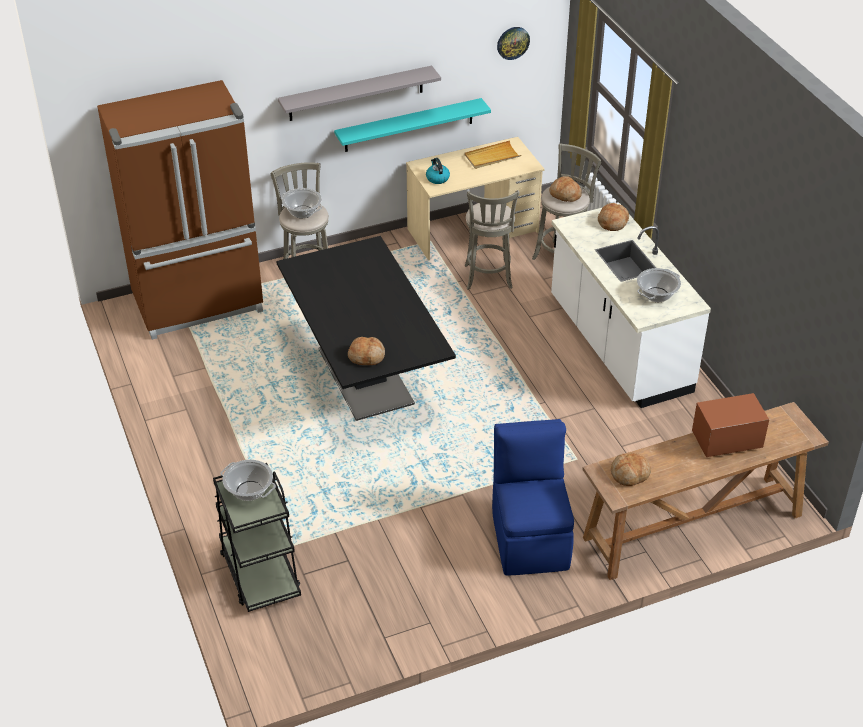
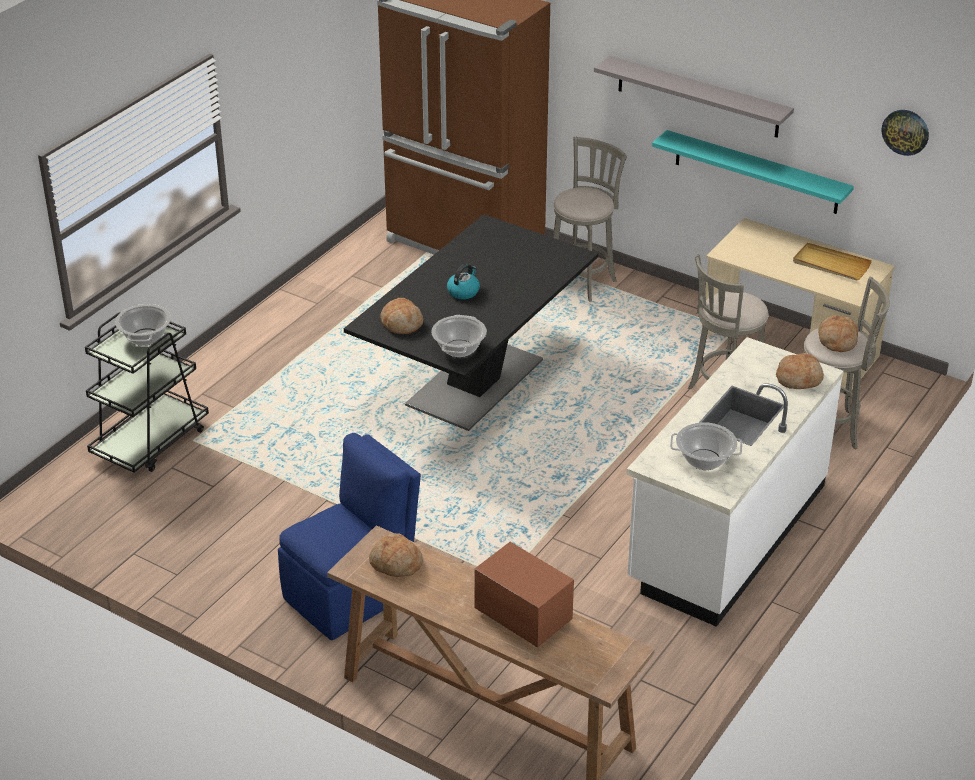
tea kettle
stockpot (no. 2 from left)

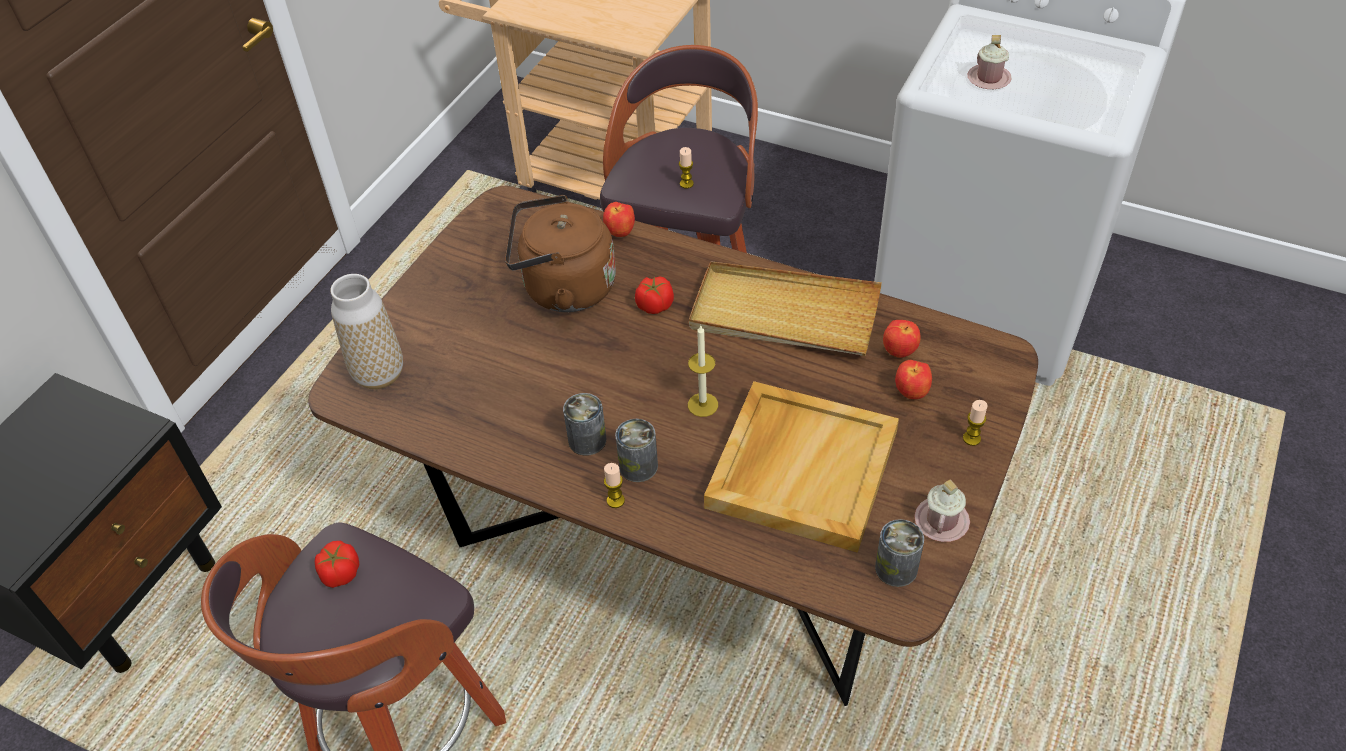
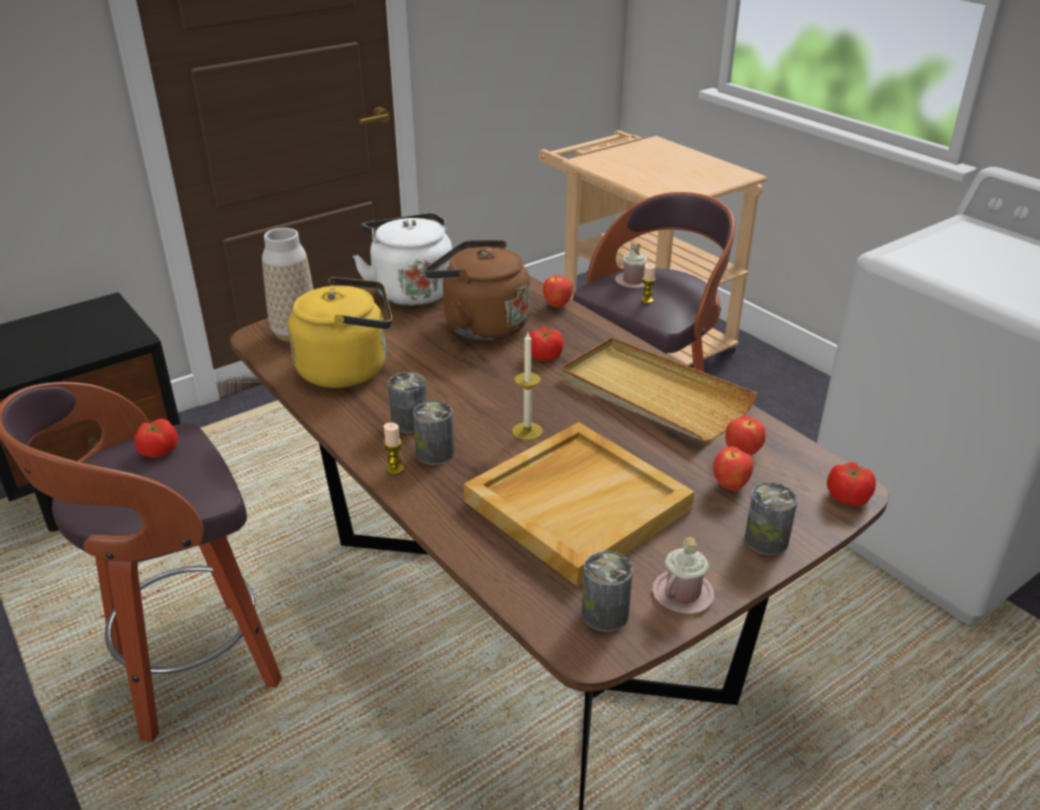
tea mug (pink) (no. 1 from left)
metal can (no. 4 from left)
tea kettle (whitish)
tea kettle (yellowish)
fresh tomato (no. 3 from left)

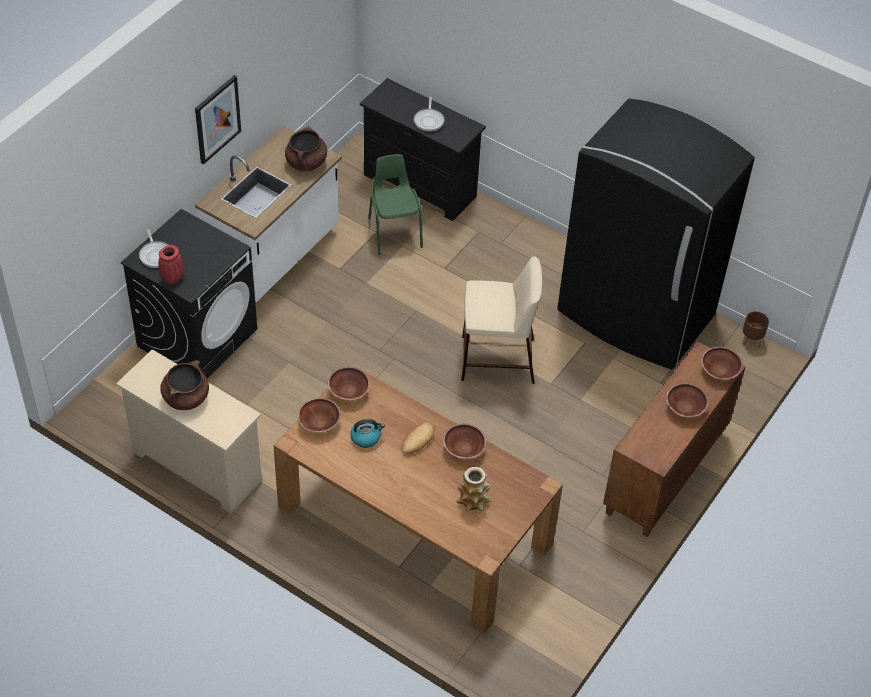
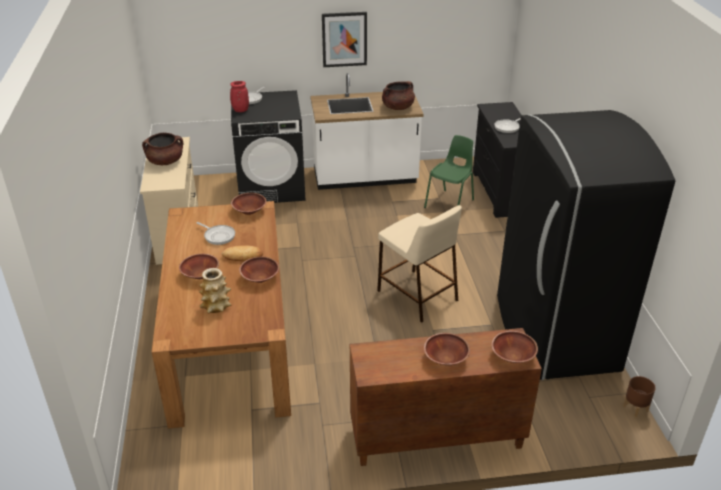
bowl (brownish) (no. 1 from left)
skillet (no. 1 from left)

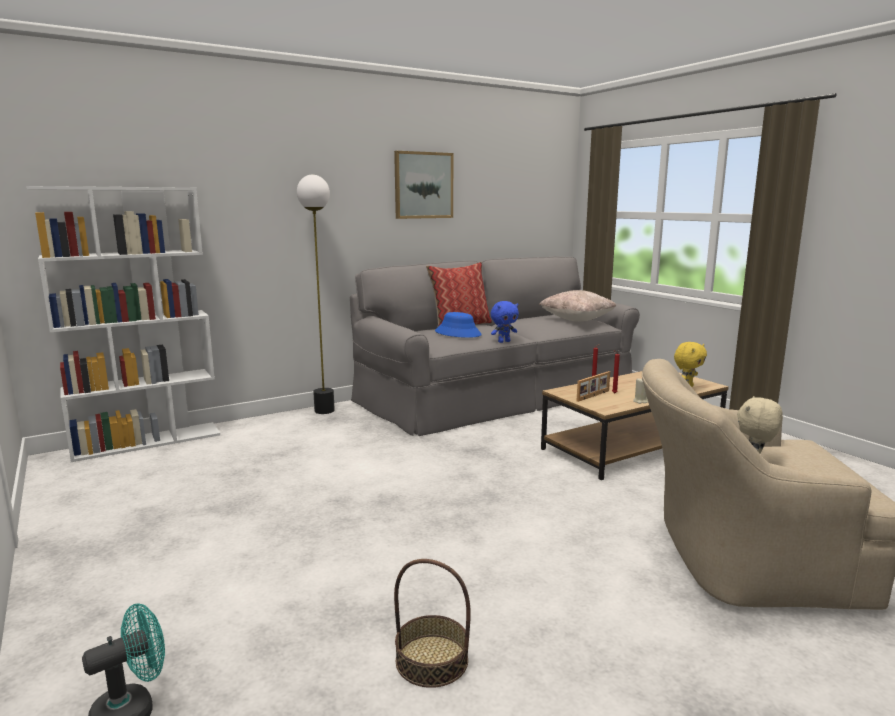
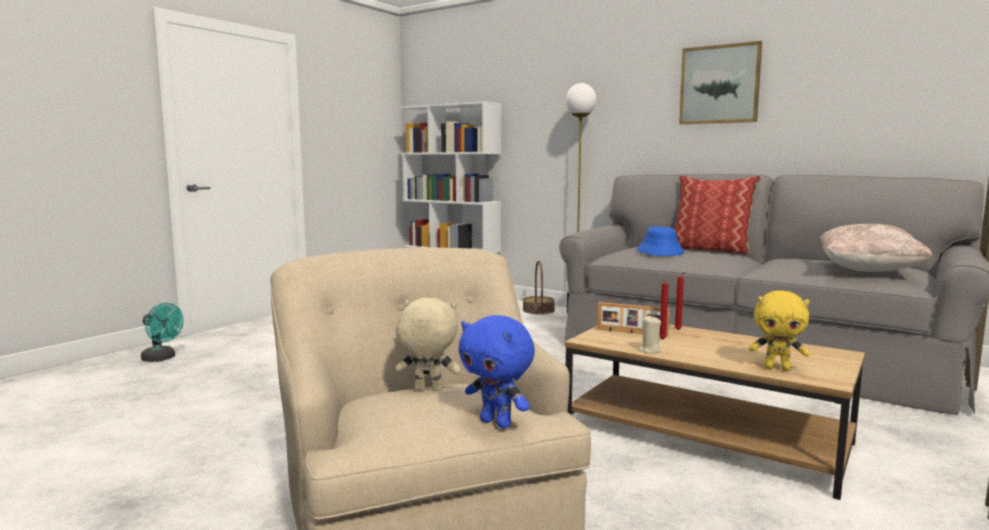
soft toy (blue)
basket

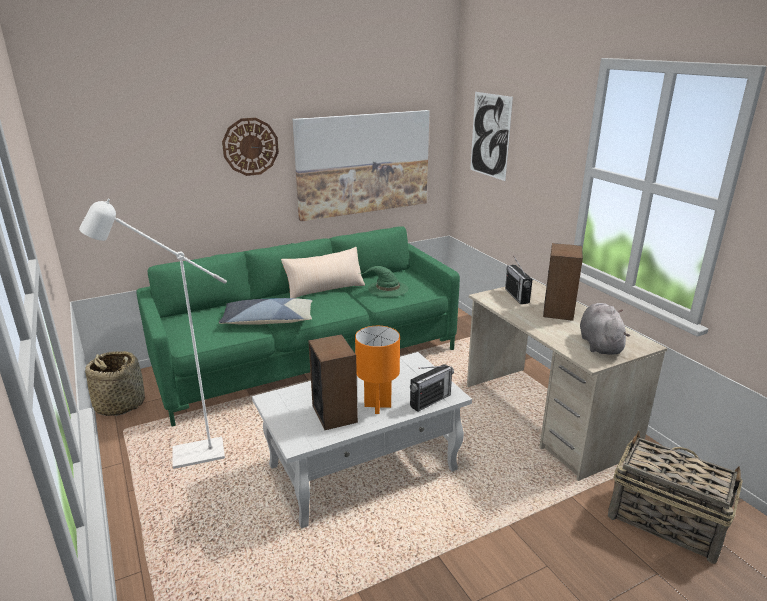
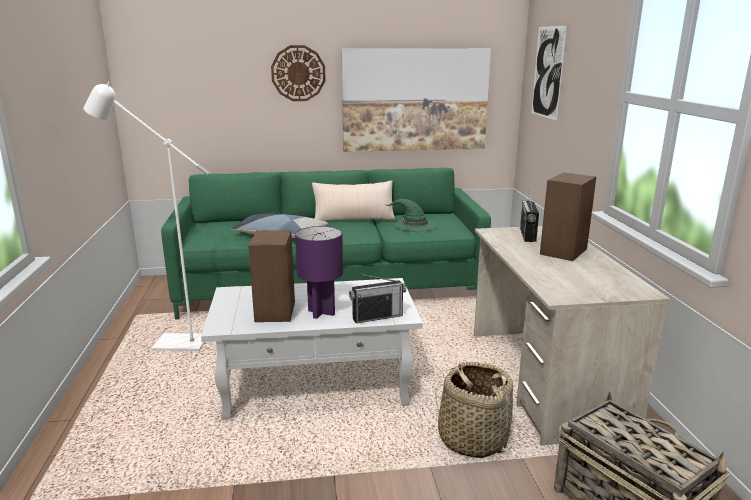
soft toy (grey)
tabletop lamp (purplish)
basket (no. 1 from left)

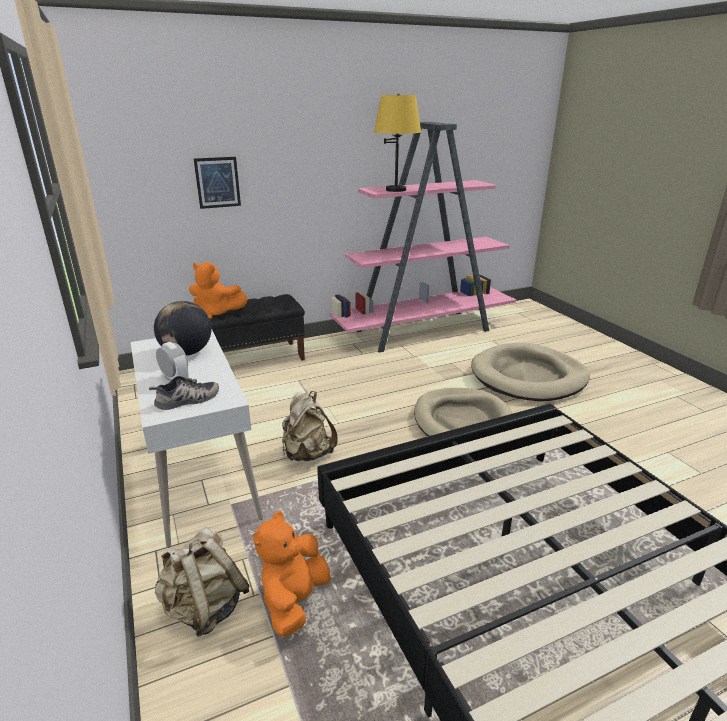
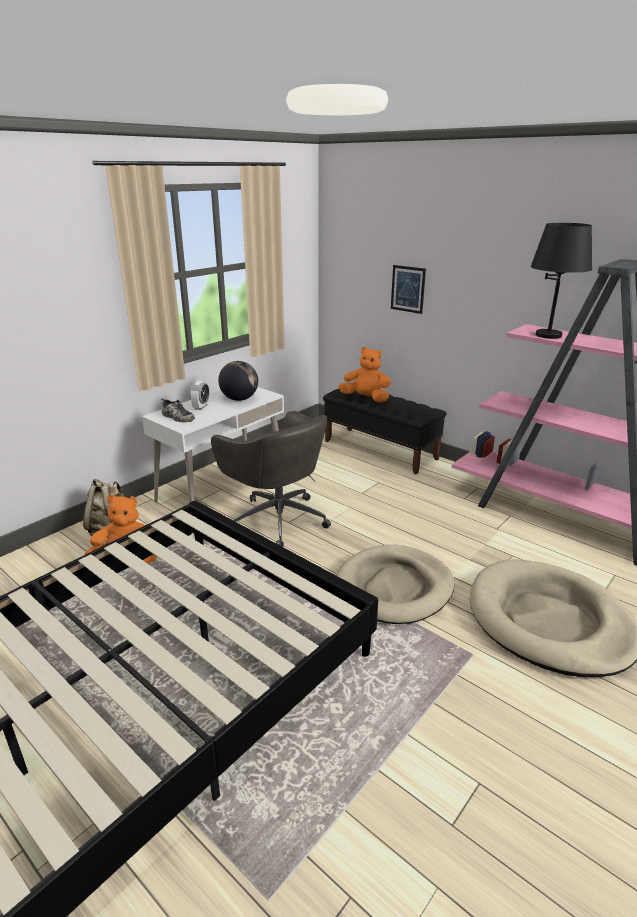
tabletop lamp (blackish)
soft toy (orangey) (no. 2 from left)
computer chair (grey)

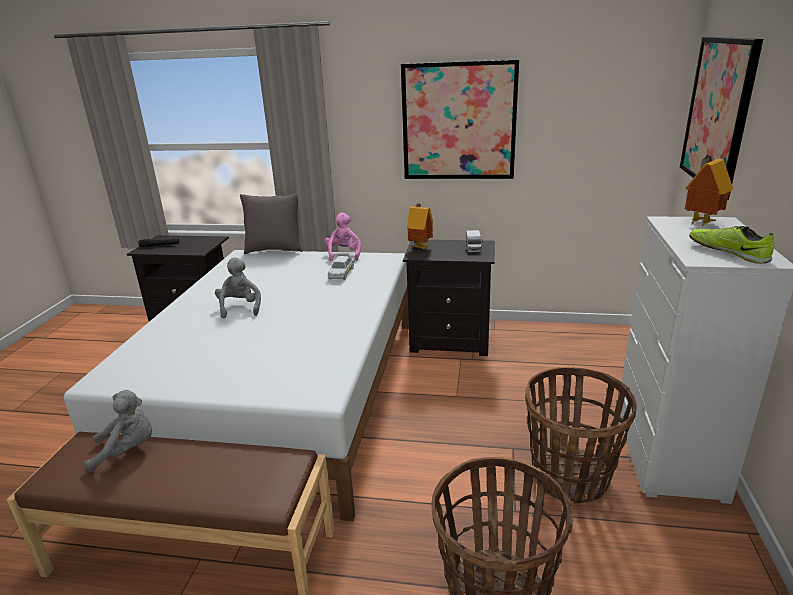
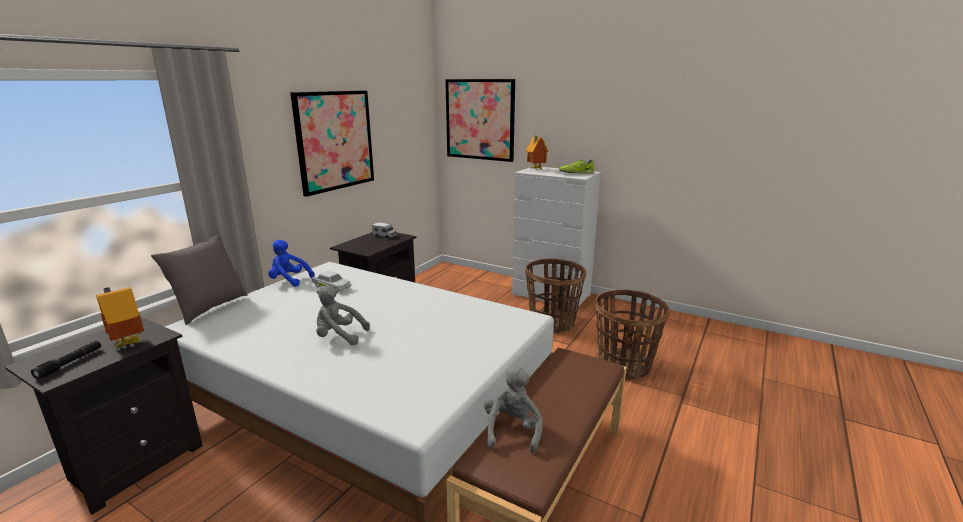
toy house (no. 1 from left)
soft toy (blue)

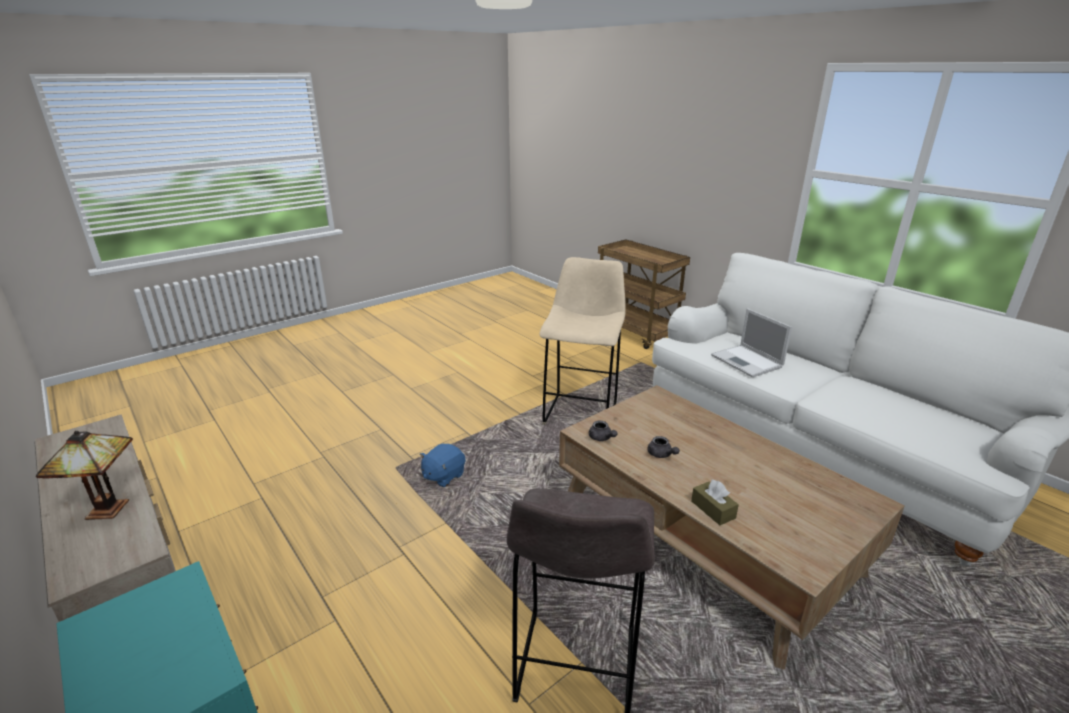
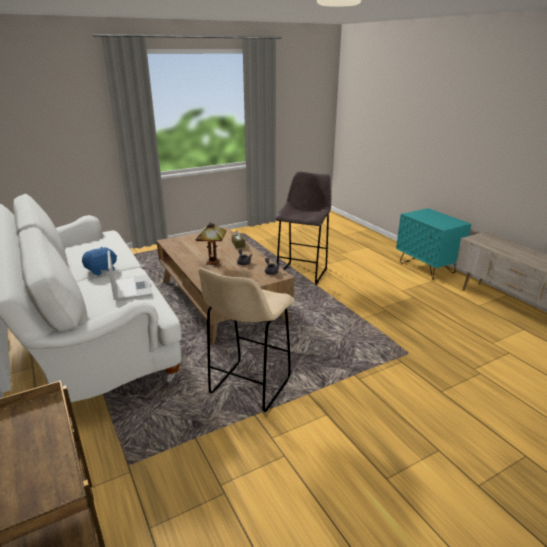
tabletop lamp
soft toy (blue)

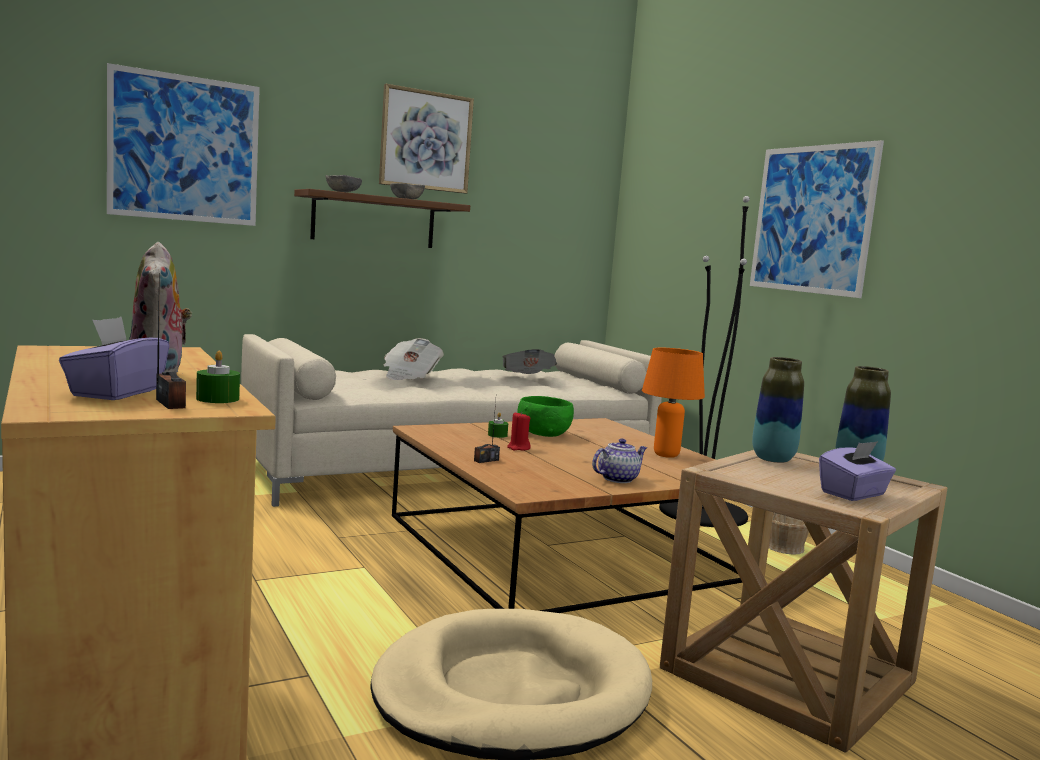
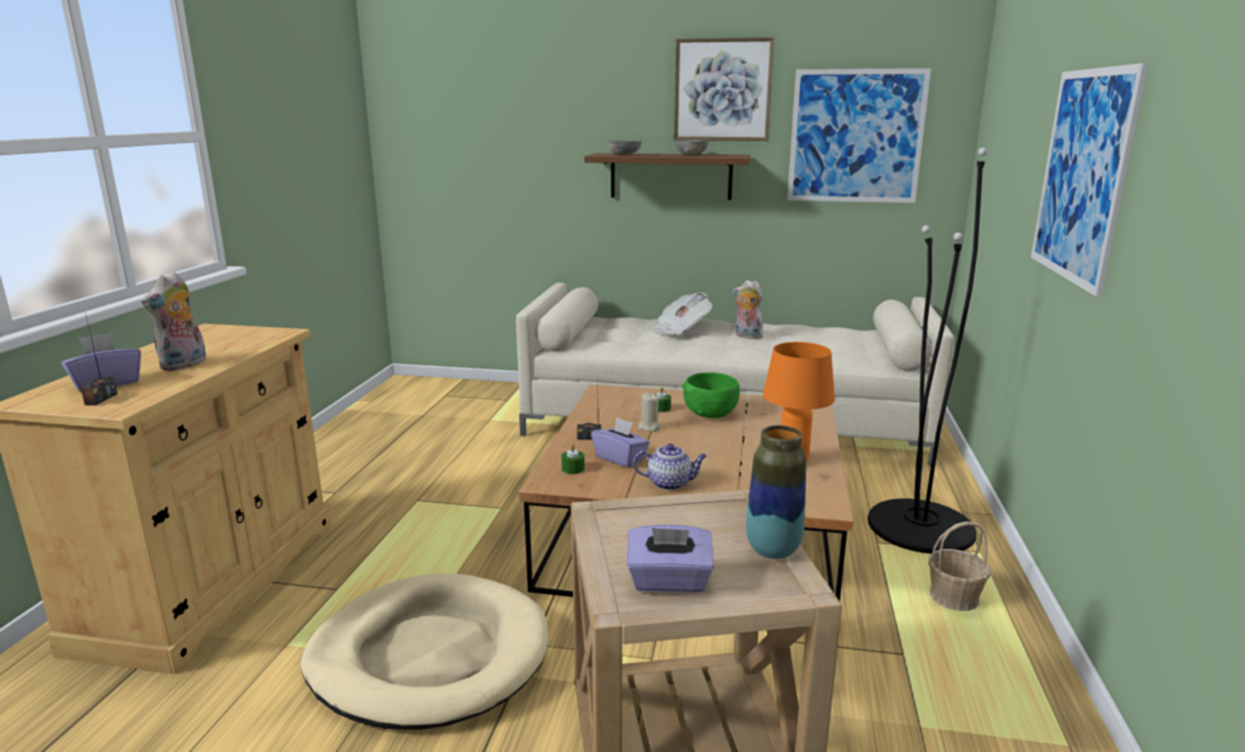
wall picture (no. 2 from left)
printed paper (no. 2 from left in the first image)
candle (green) (no. 1 from left)
decorative vase (no. 1 from left in the first image)
candle (sand-coloured)
soft toy (no. 2 from left)
tissue holder (purplish) (no. 2 from left)

